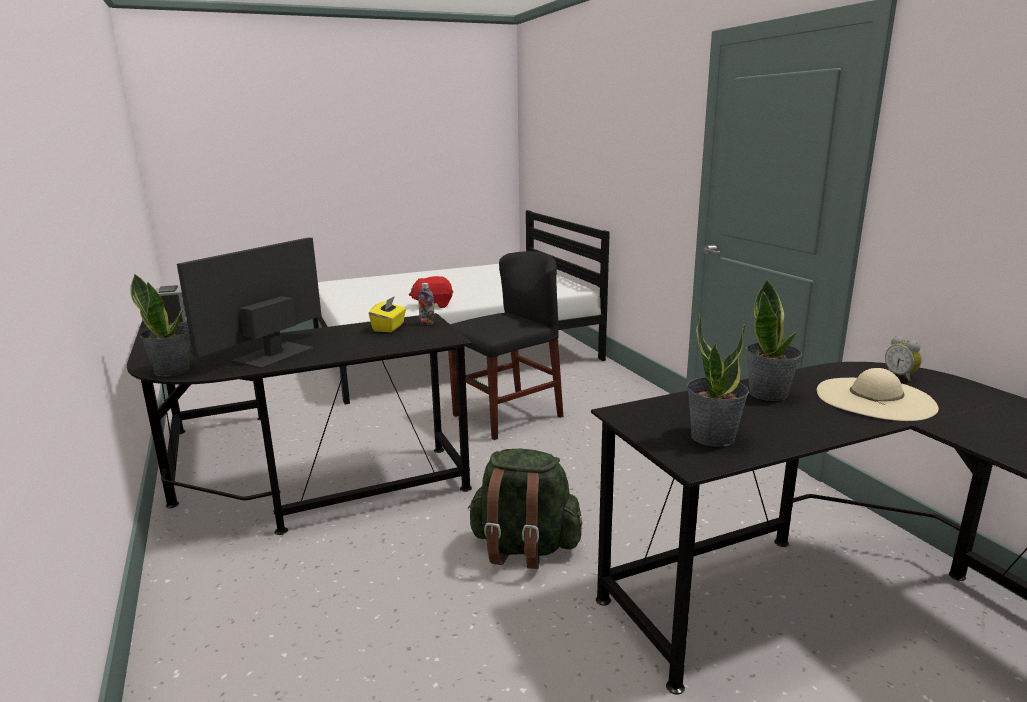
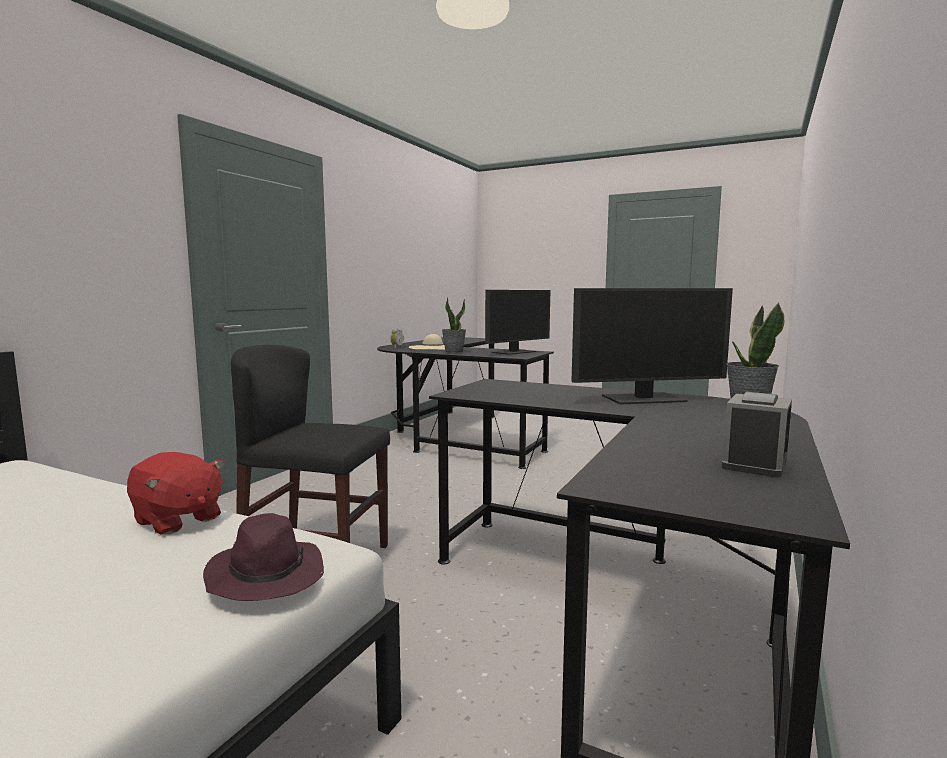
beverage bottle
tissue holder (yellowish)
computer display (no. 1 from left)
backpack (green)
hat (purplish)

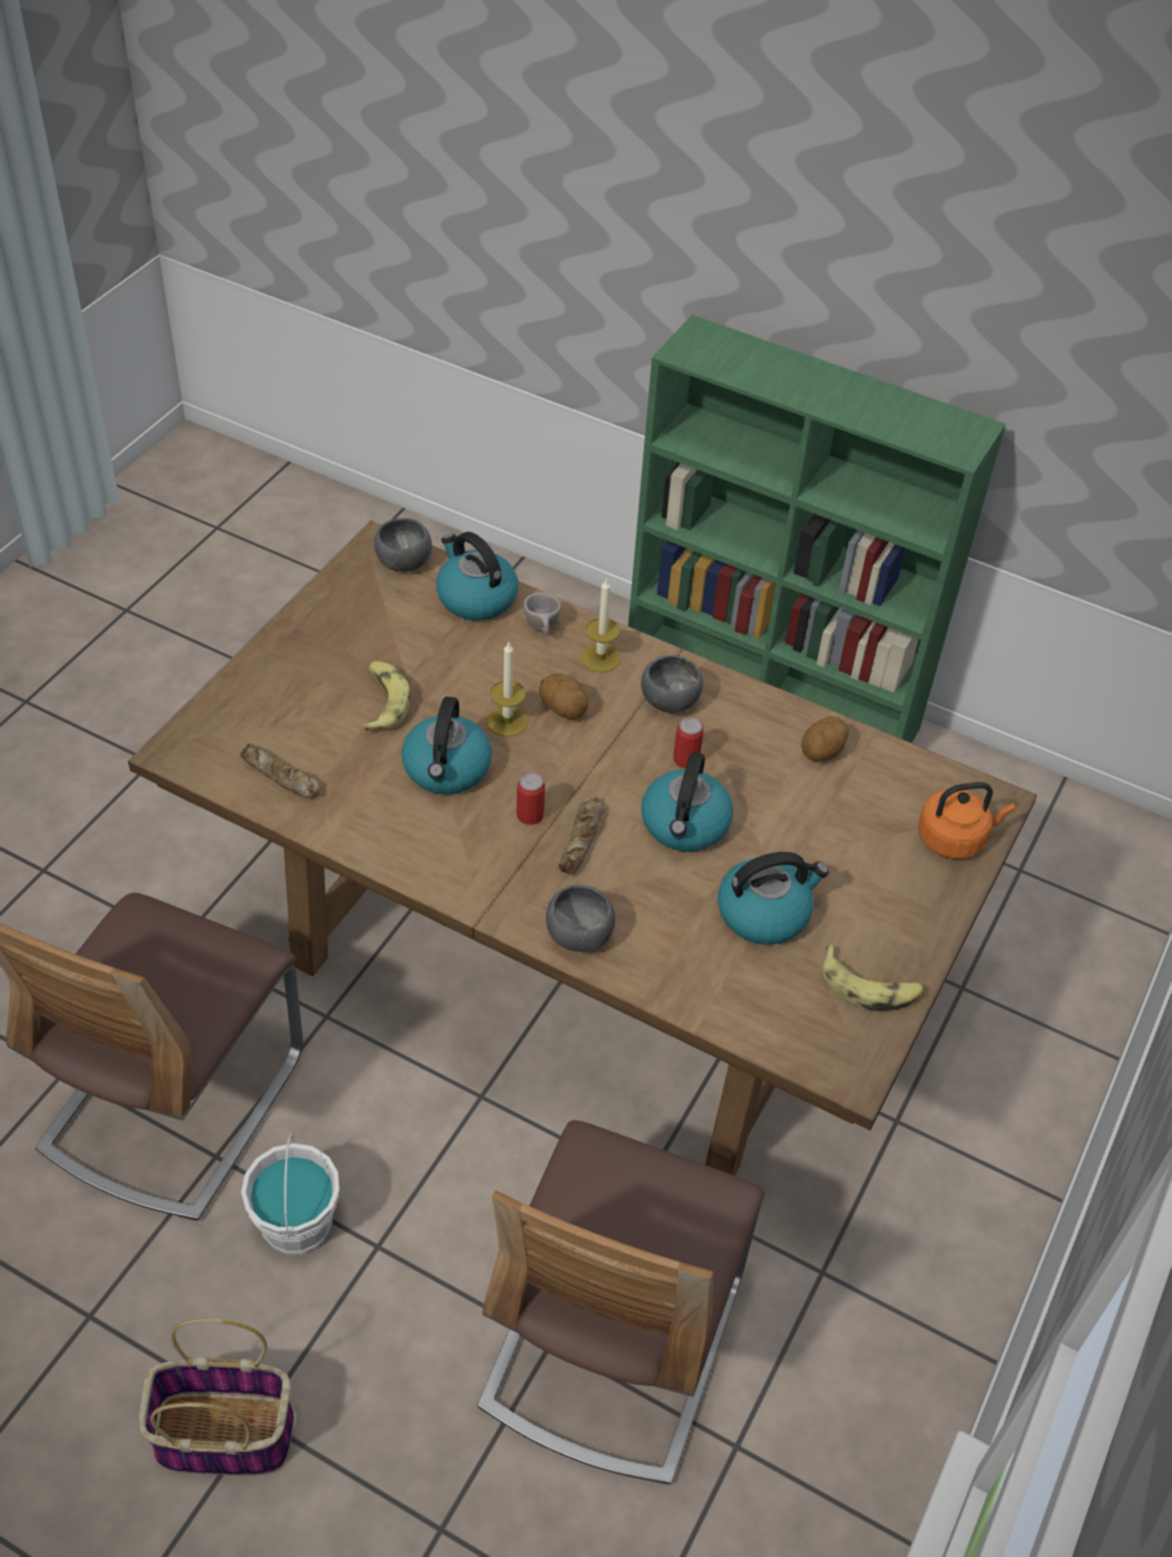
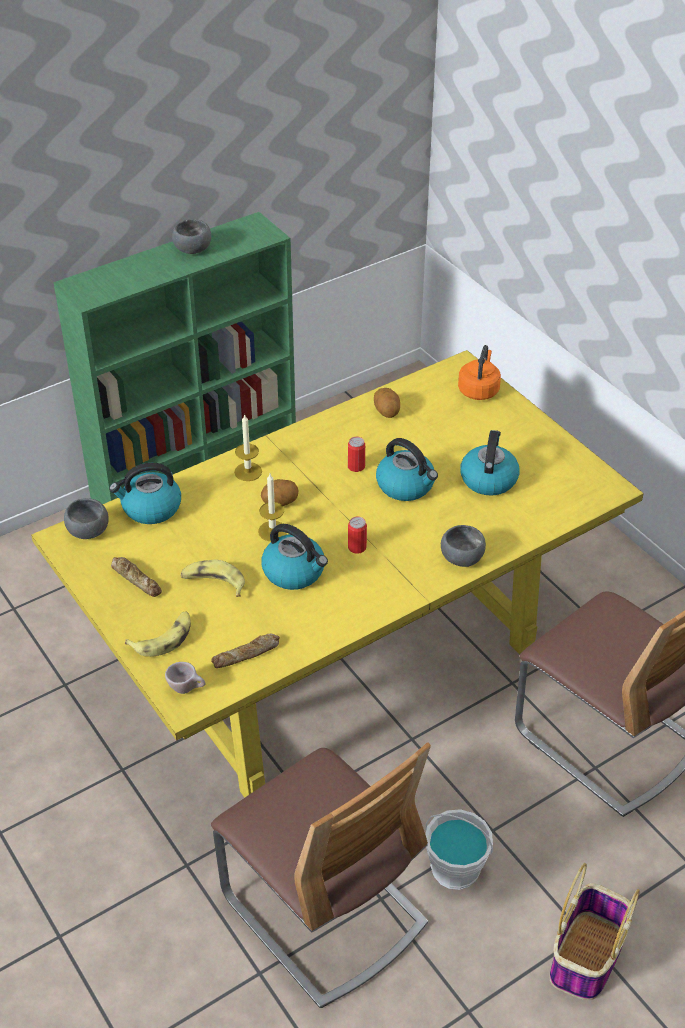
dining table (yellowish)
cup (sand-coloured)
bowl (grey) (no. 2 from left)
baked bread (no. 1 from left)
banana (no. 1 from left)

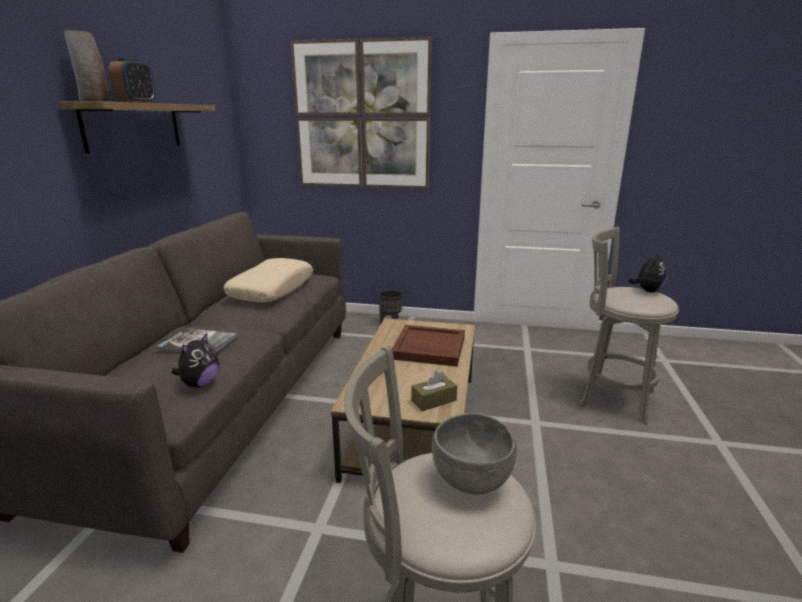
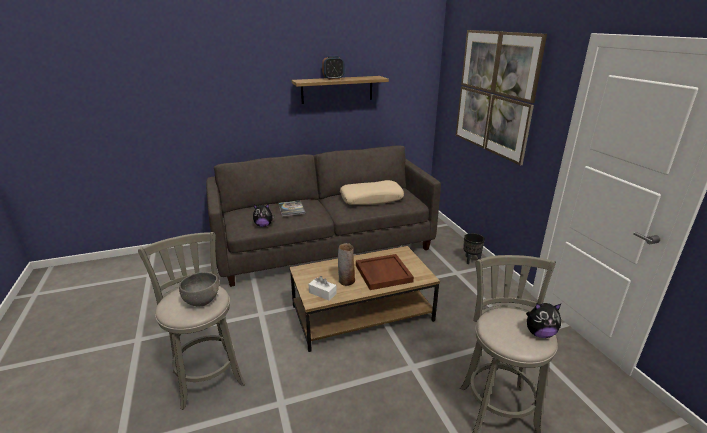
decorative vase
tissue holder (whitish)

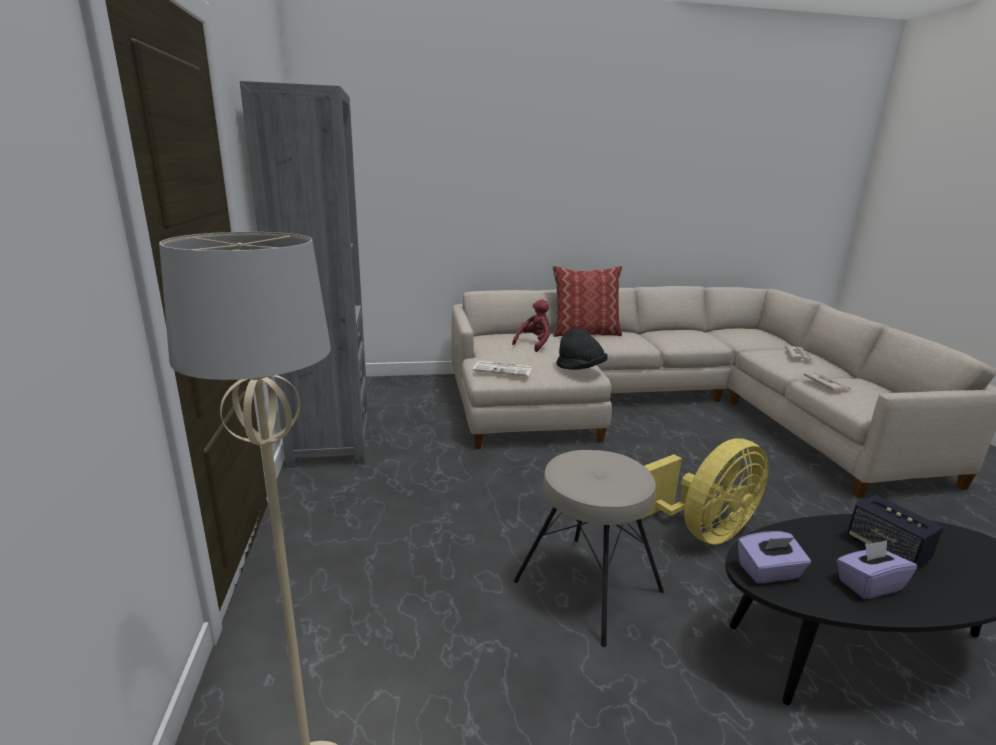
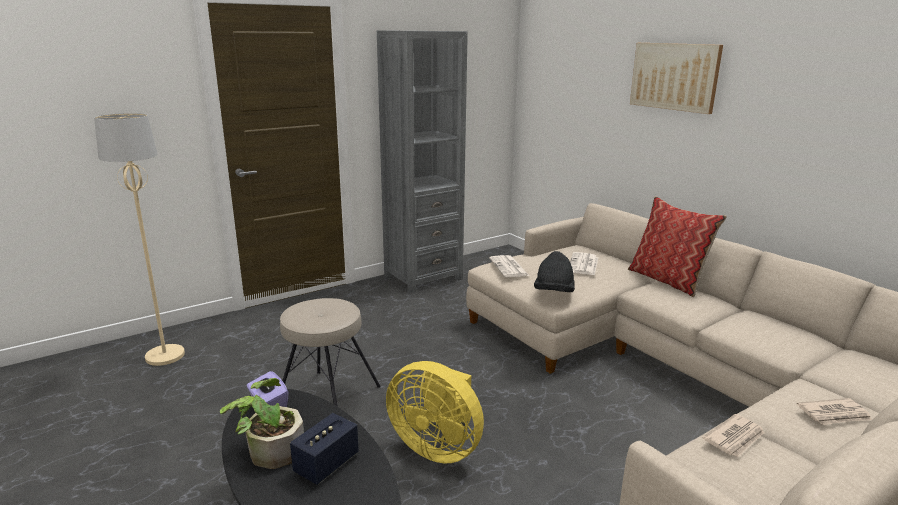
printed paper (no. 2 from left)
houseplant
wall picture

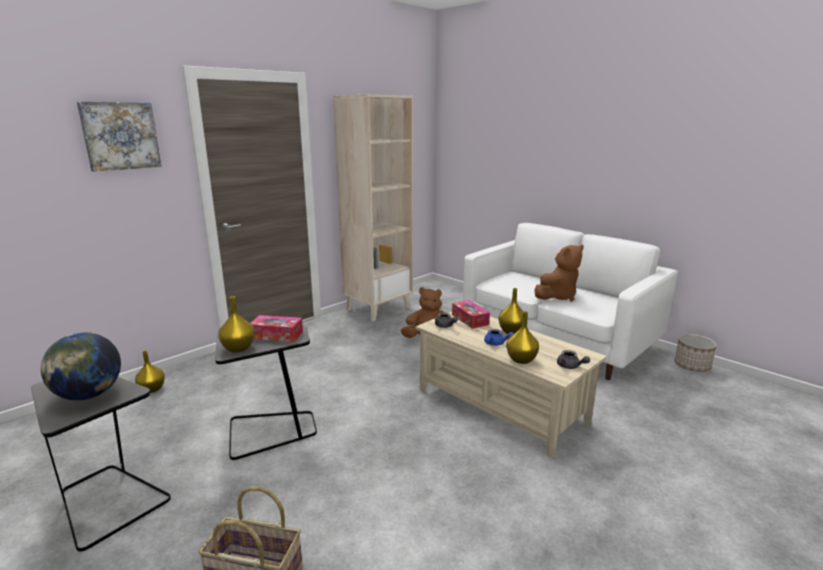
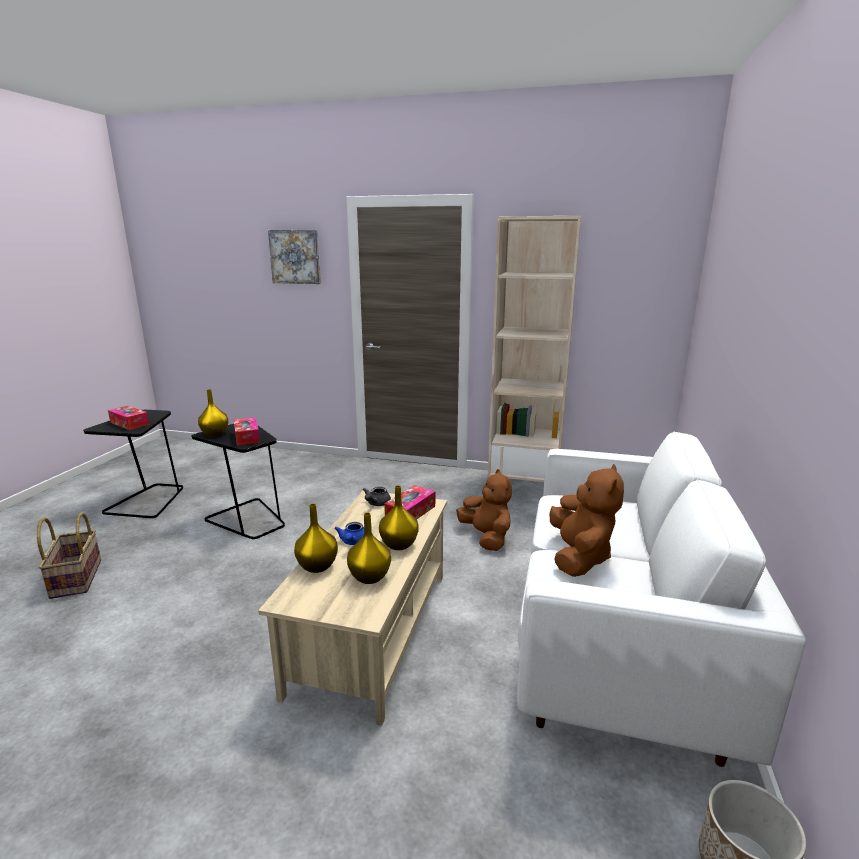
soft toy (brownish) (no. 2 from left)
tissue holder (no. 1 from left)
decorative vase (yellowish) (no. 3 from left)
tea pot (grey) (no. 2 from left in the first image)

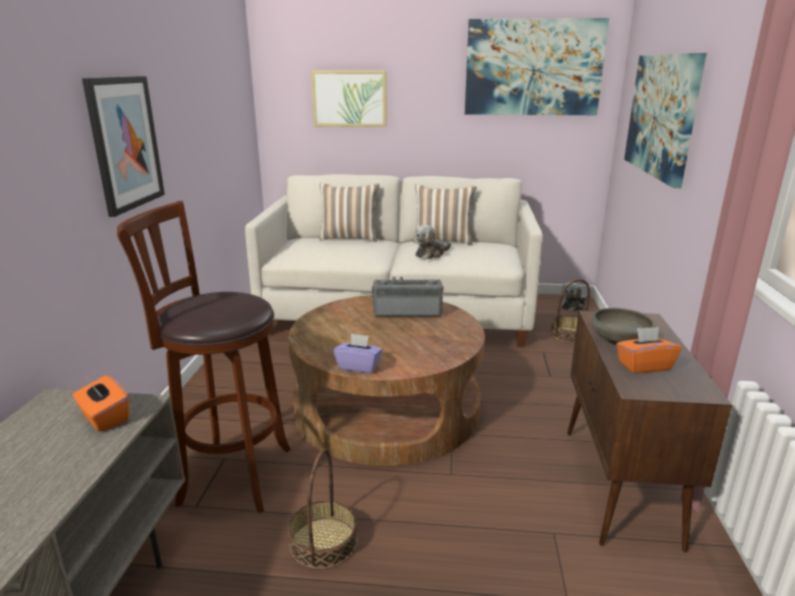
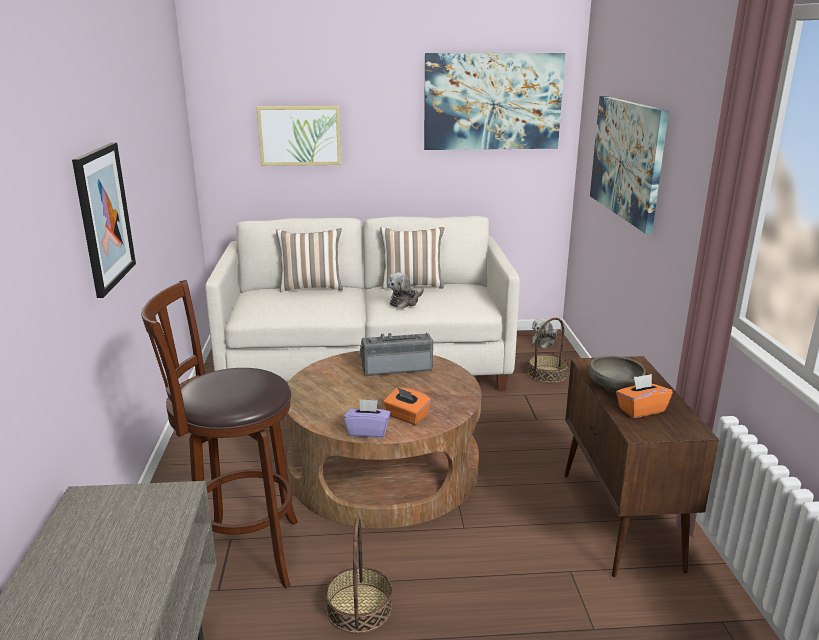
tissue holder (orangey) (no. 1 from left)

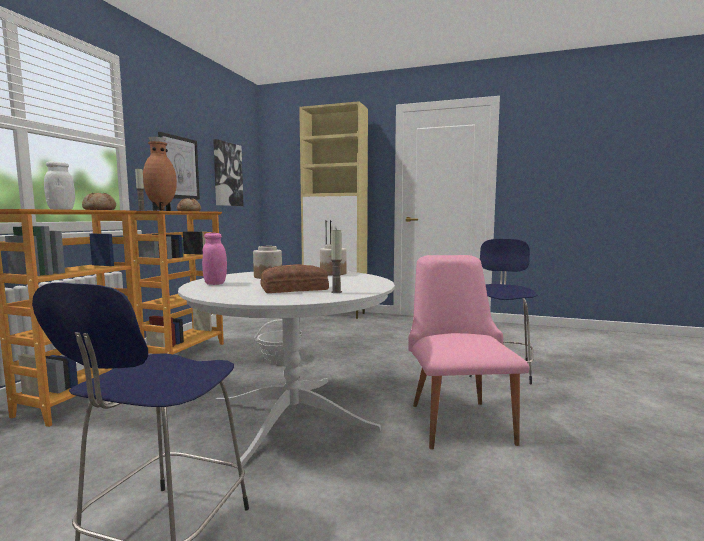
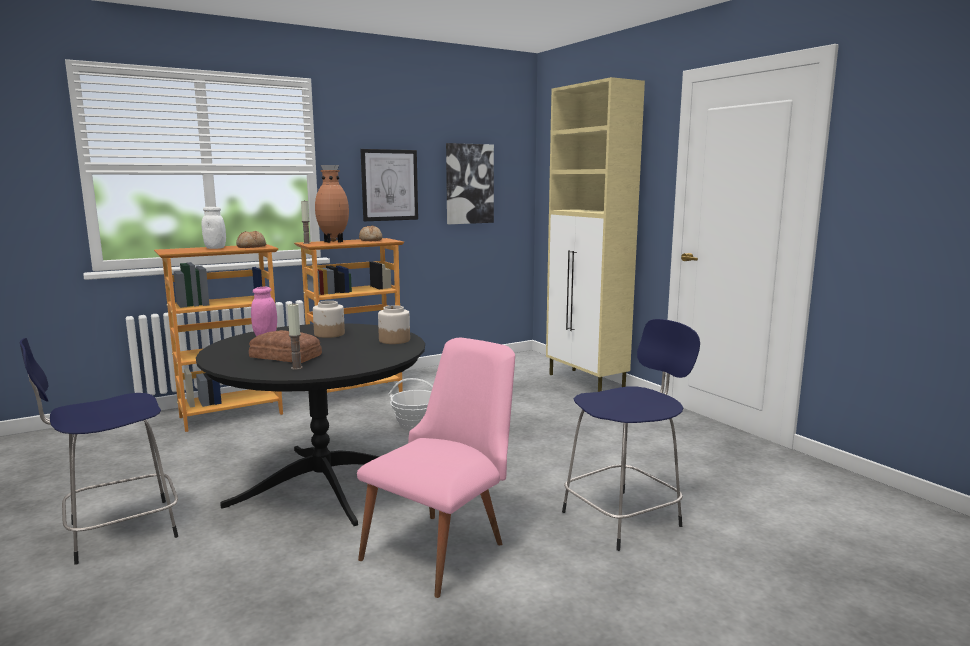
dining table (blackish)

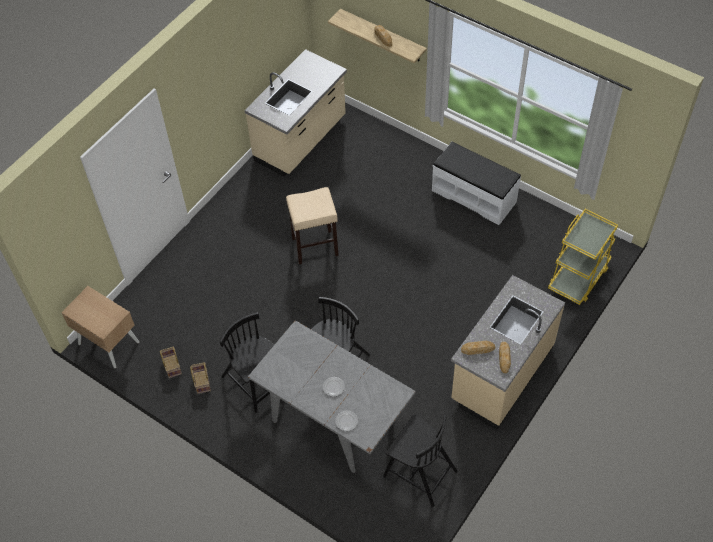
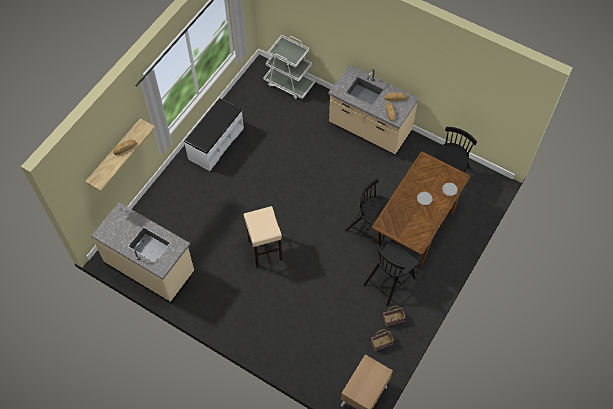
trolley (whitish)
dining table (brownish)

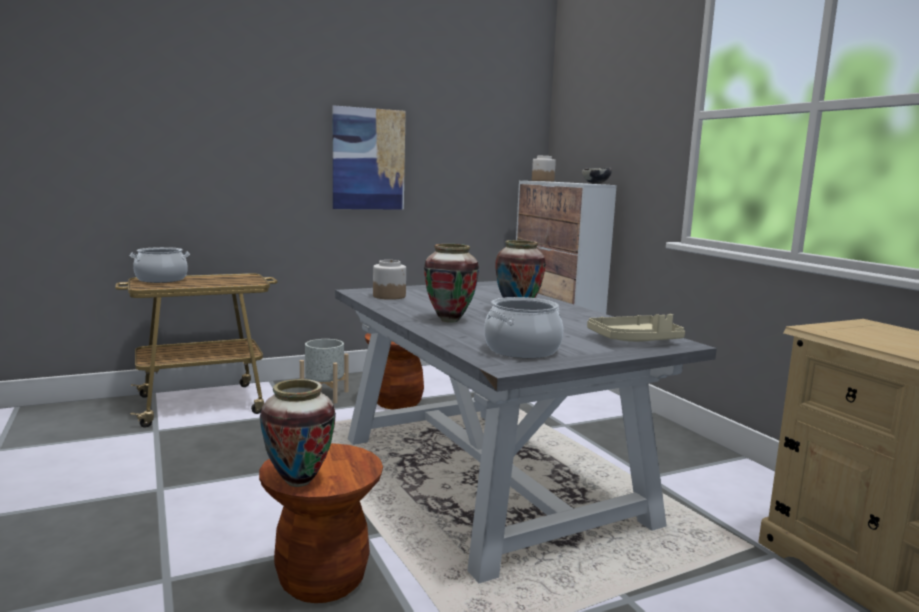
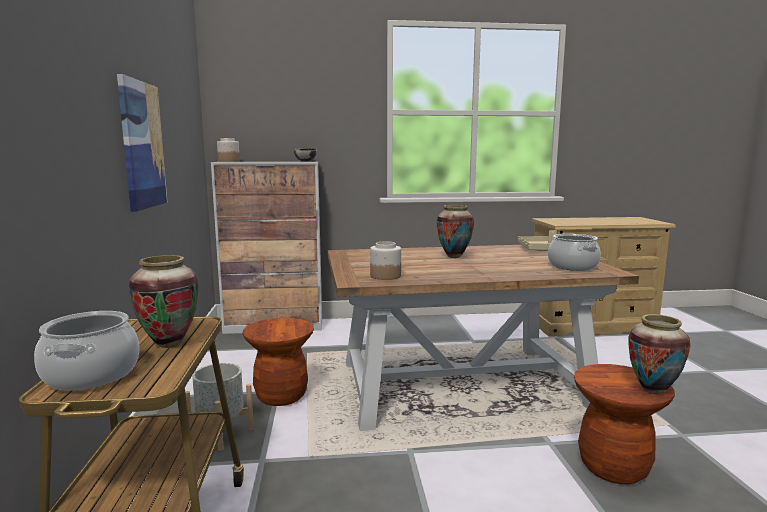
decorative vase (no. 1 from left)
dining table (brownish)

